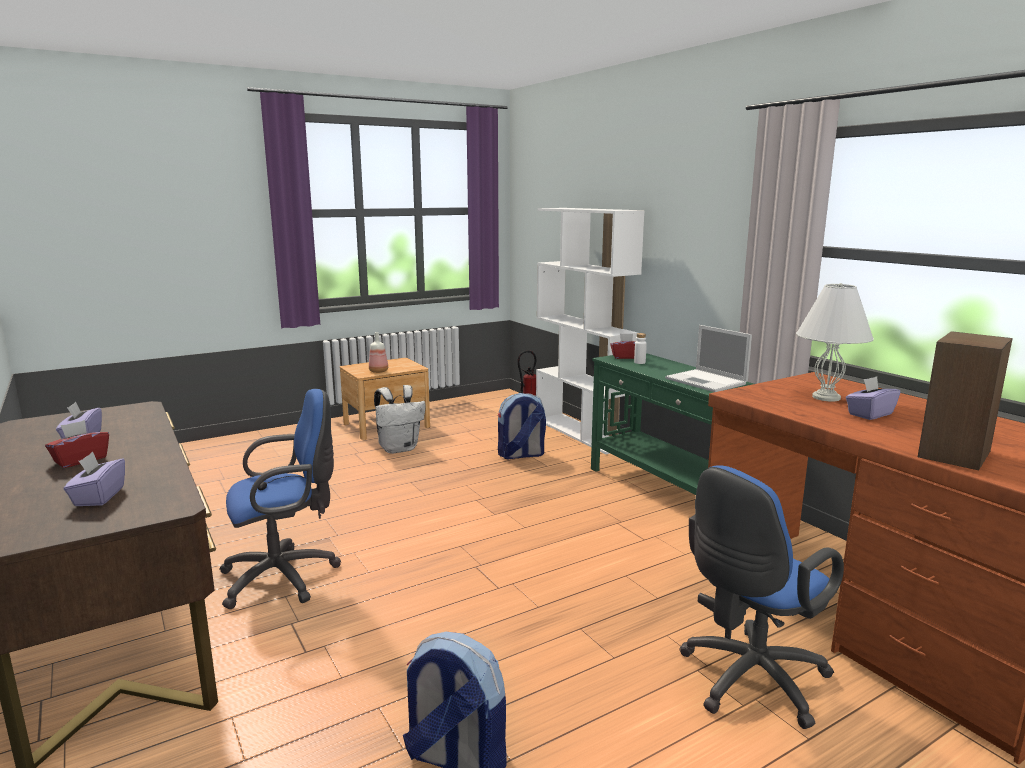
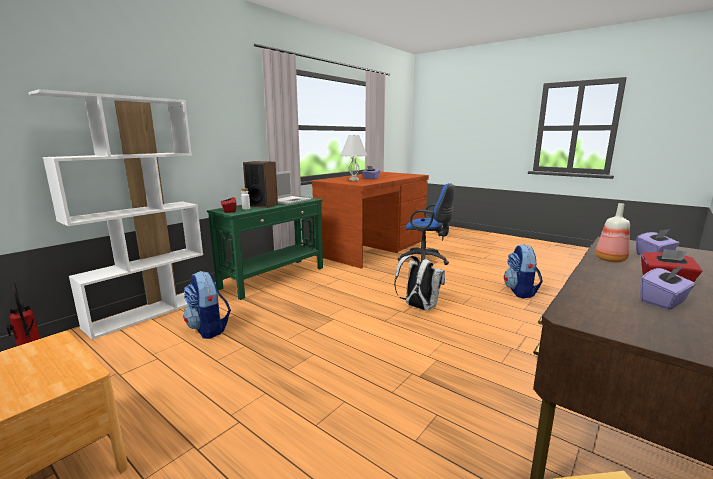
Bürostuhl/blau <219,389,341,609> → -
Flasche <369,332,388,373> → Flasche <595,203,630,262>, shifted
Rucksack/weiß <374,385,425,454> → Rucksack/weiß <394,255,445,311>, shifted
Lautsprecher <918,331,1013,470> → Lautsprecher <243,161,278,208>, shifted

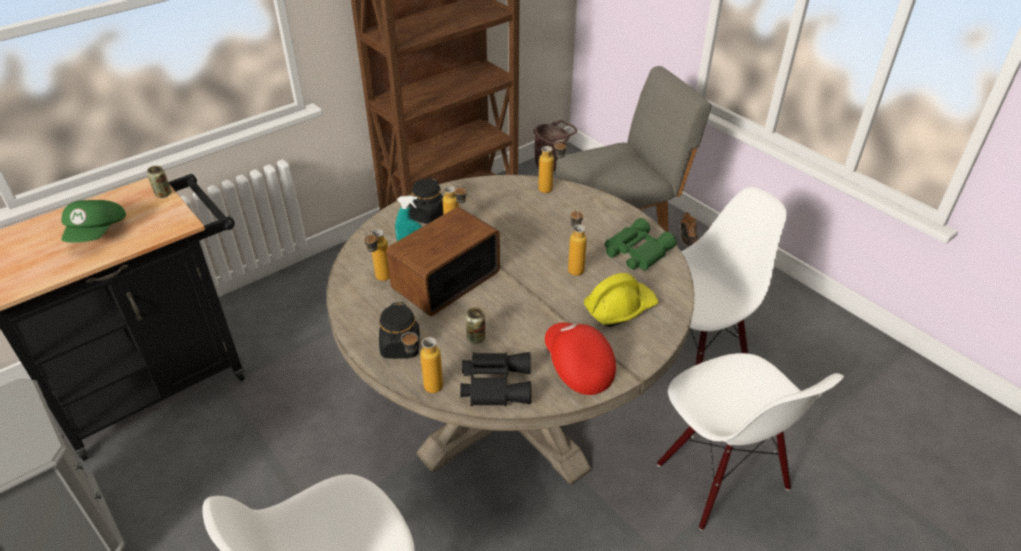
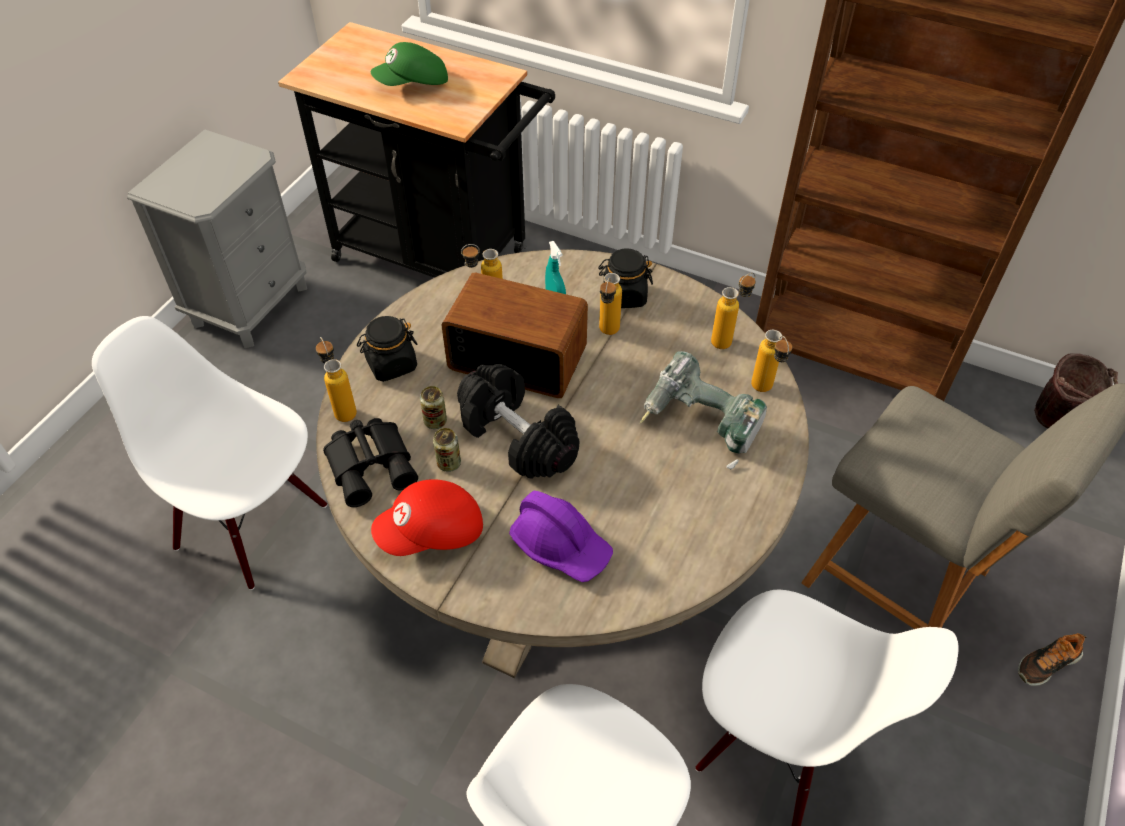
Fernglas/grün <605,218,676,270> → -
- → Hantel/schwarz <457,364,579,479>
- → Bohrmaschine <639,351,767,469>
Dose <147,166,172,198> → Dose <433,428,461,472>, shifted
Flasche <568,207,587,276> → Flasche <711,273,756,349>, shifted
Schutzhelm/gelb <584,273,658,327> → Schutzhelm/lila <509,491,613,582>
Kappe/rot <545,322,616,395> → Kappe/rot <371,479,483,556>, 150 degrees counterclockwise

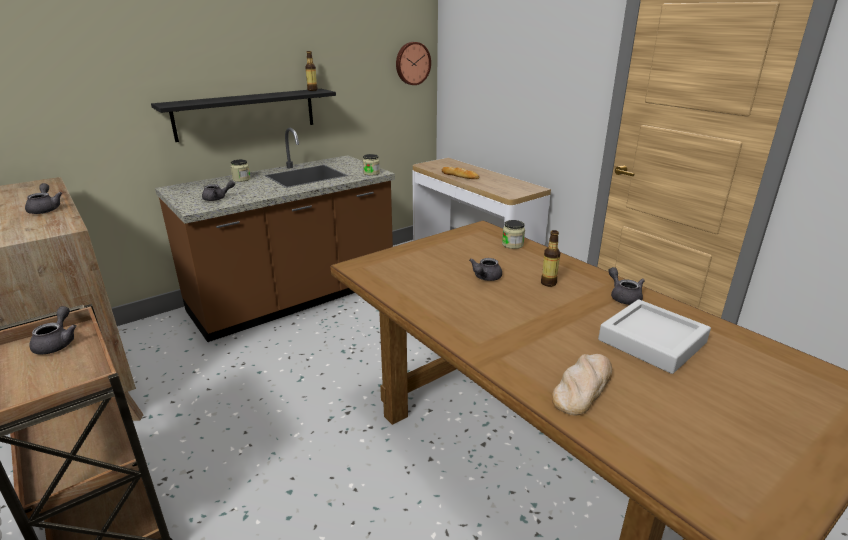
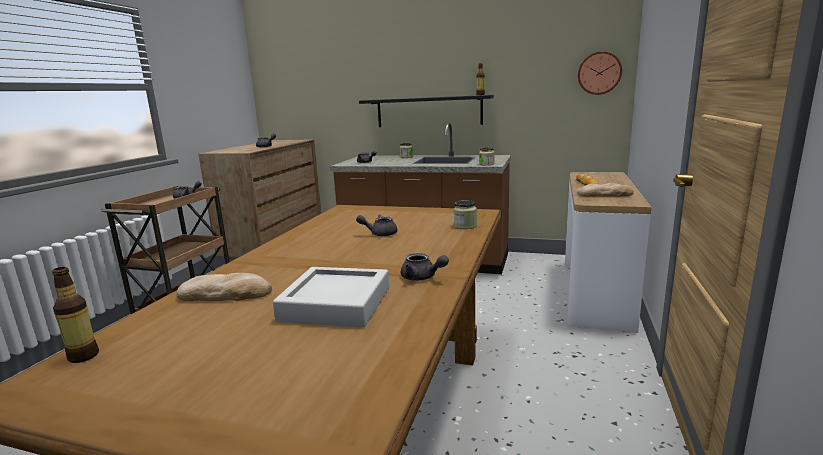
- → Brot <577,183,634,197>
Flasche <541,230,560,287> → Flasche <52,267,99,363>, shifted
Teekanne/grau <608,267,645,305> → Teekanne/grau <401,253,449,281>, 90 degrees clockwise

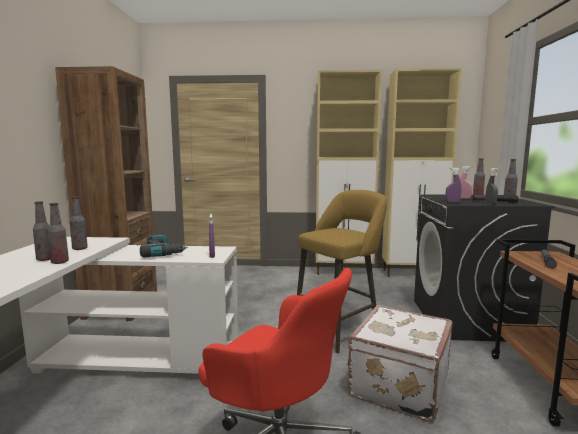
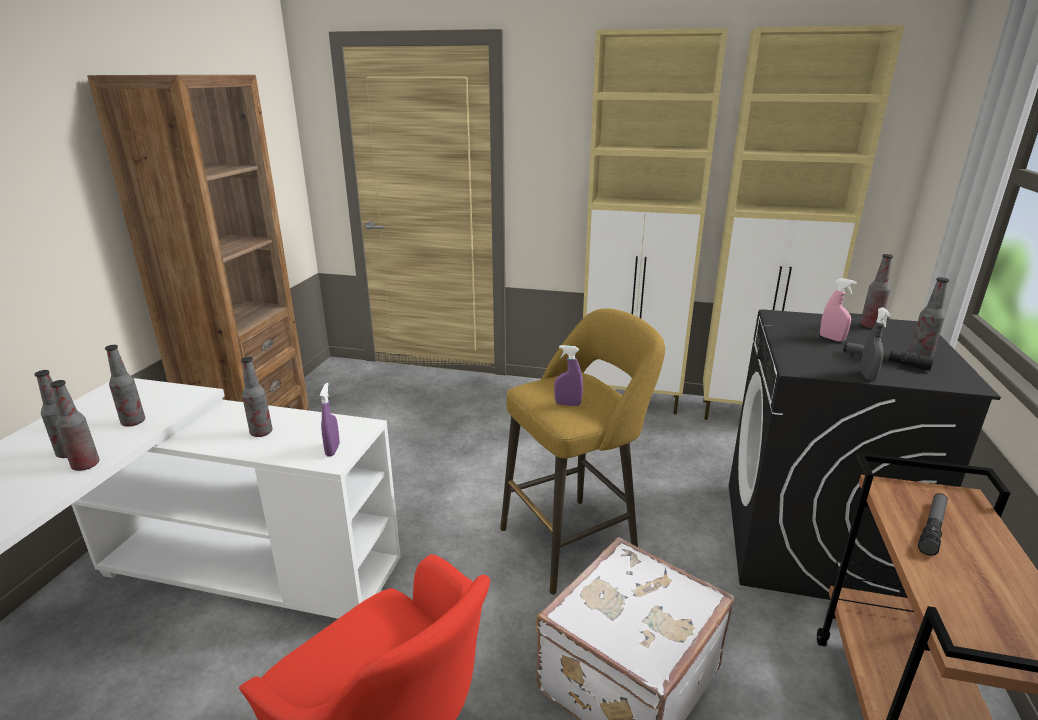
Sprühflasche/lila <445,167,462,203> → Sprühflasche/lila <554,345,583,406>, shifted
Bohrmaschine <140,235,188,258> → Flasche <241,357,272,437>

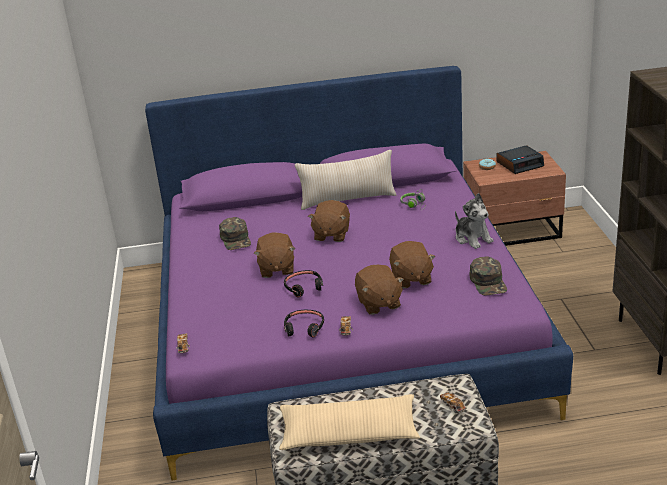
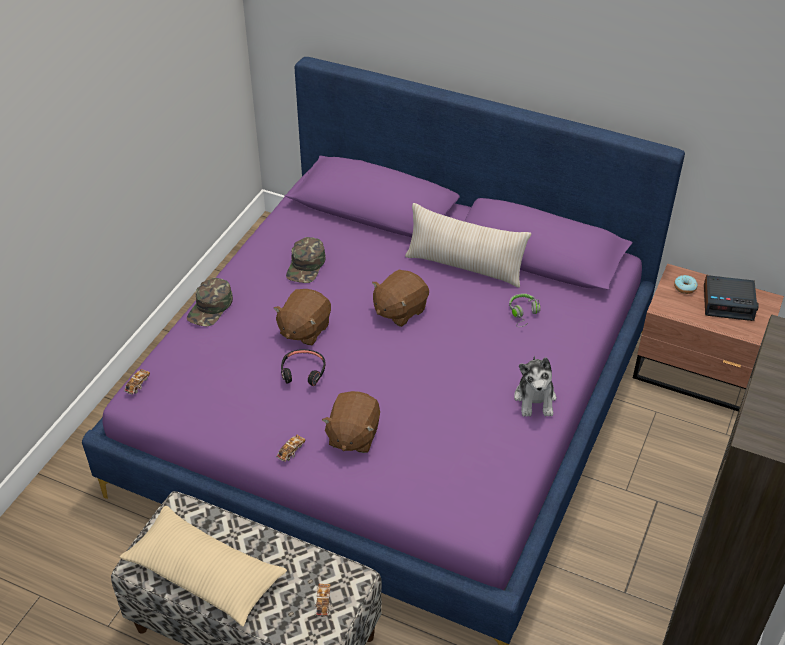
Kopfhörer/schwarz <284,310,324,337> → -
Plüschtier/braun <389,241,435,289> → -
Kappe/grün <469,256,507,296> → Kappe/grün <187,278,233,327>, shifted

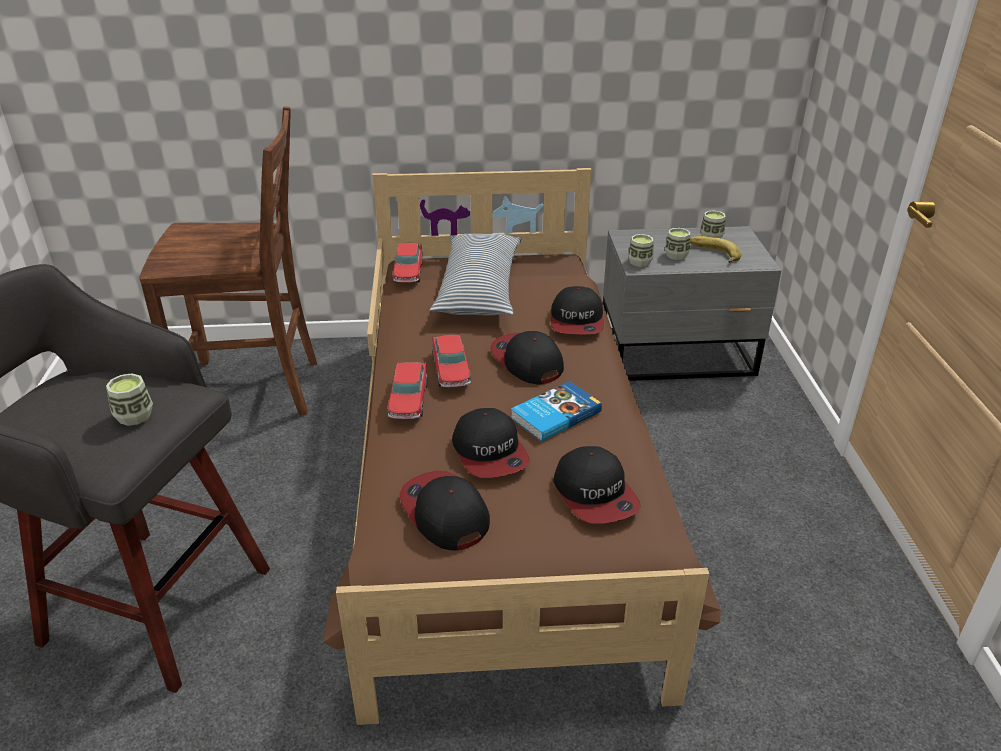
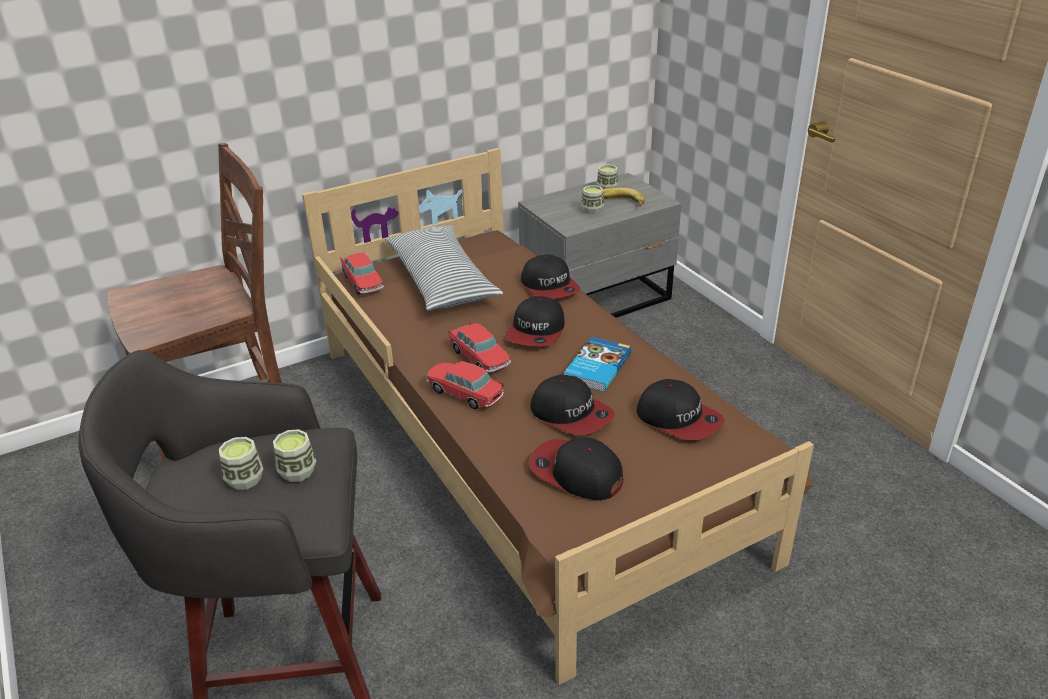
Tasse <628,234,653,267> → Tasse <219,437,263,490>, shifted
Spielzeugauto <387,360,428,419> → Spielzeugauto <427,361,504,409>, 150 degrees clockwise
Kappe <490,331,564,384> → Kappe <506,296,565,347>, 105 degrees counterclockwise

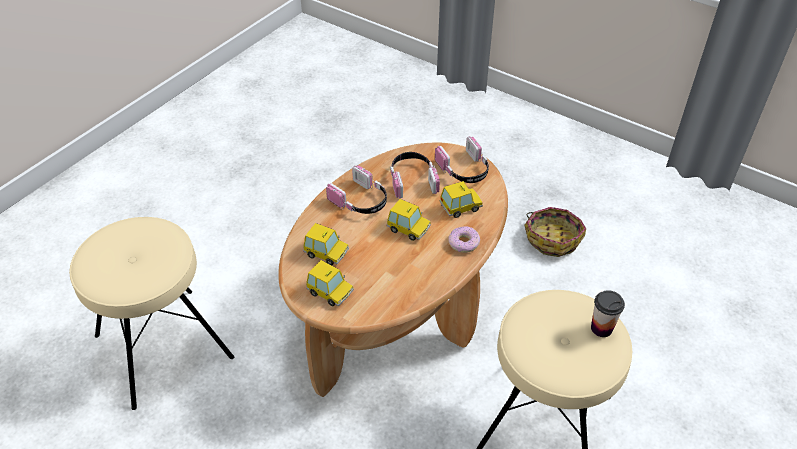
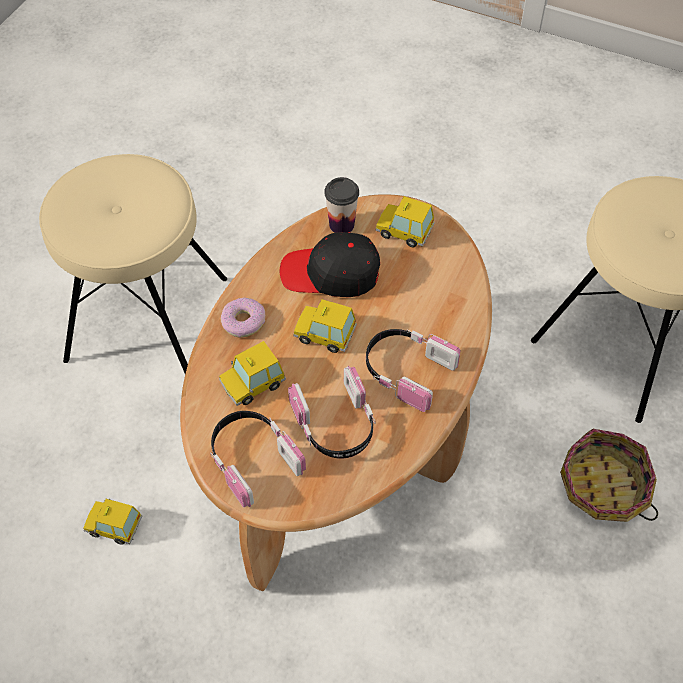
- → Kappe/schwarz <280,232,380,297>
Spielzeugauto <303,223,349,265> → Spielzeugauto <84,499,142,545>, shifted
Korb <524,207,586,257> → Korb <560,429,658,522>, shifted
Tasse <591,290,625,337> → Tasse <324,177,359,233>, shifted

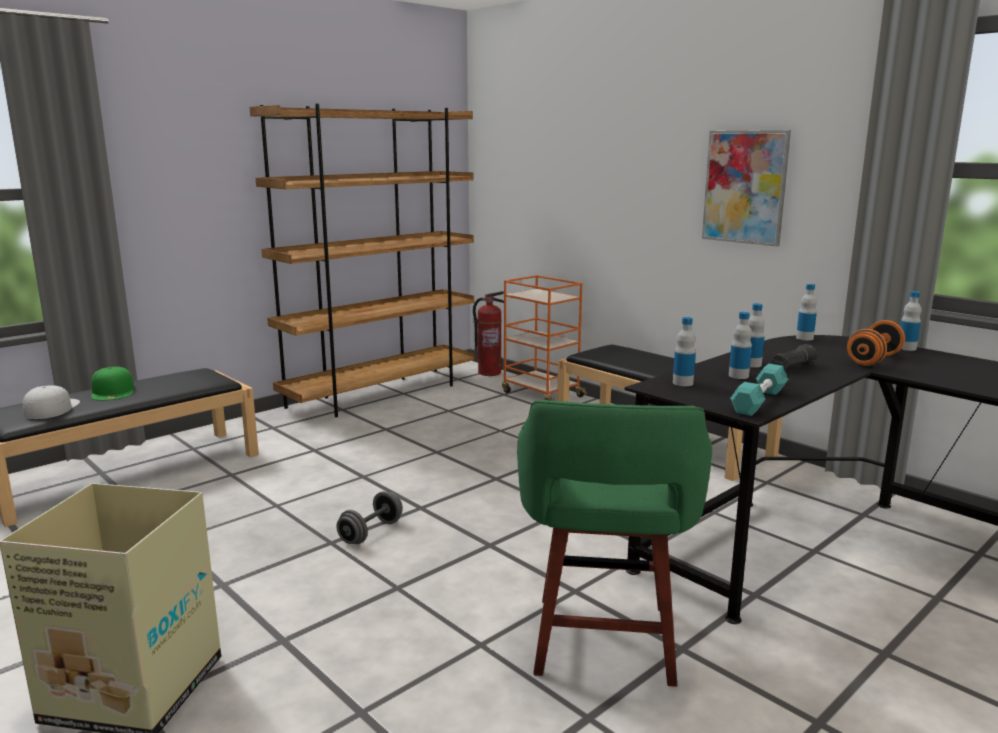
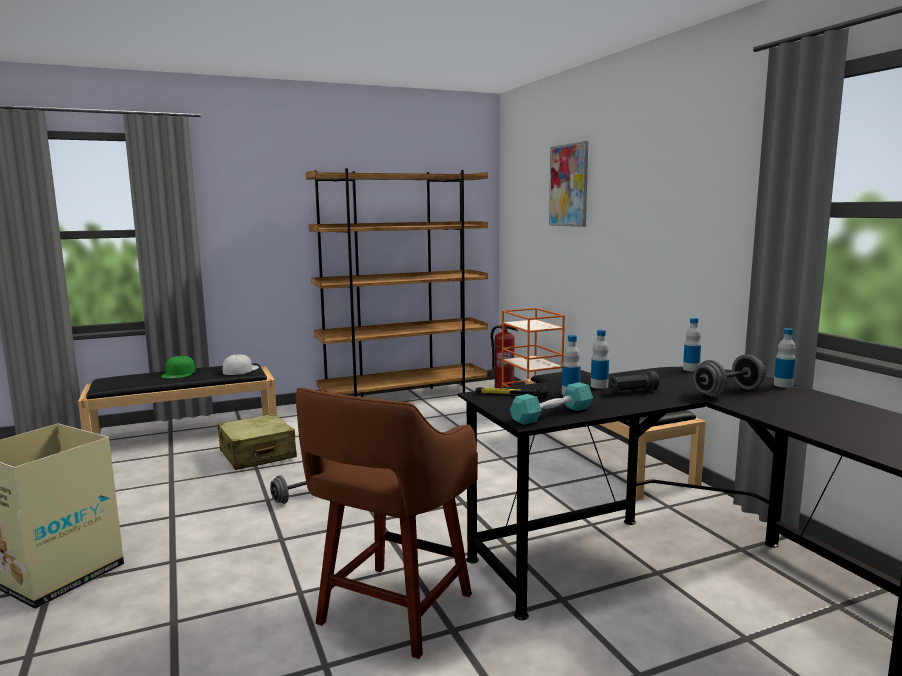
- → Koffer/beige <218,414,297,470>
Kappe/weiß <23,385,80,419> → Kappe/weiß <223,355,259,375>, shifted
Bild <702,130,791,246> → Bild <549,141,588,227>, shifted
Flasche <673,317,696,386> → Hammer <476,385,548,399>
Hocker/grün <517,400,712,687> → Hocker/braun <295,387,478,659>
Hantel/orange <847,320,905,366> → Hantel/grau <693,354,766,396>

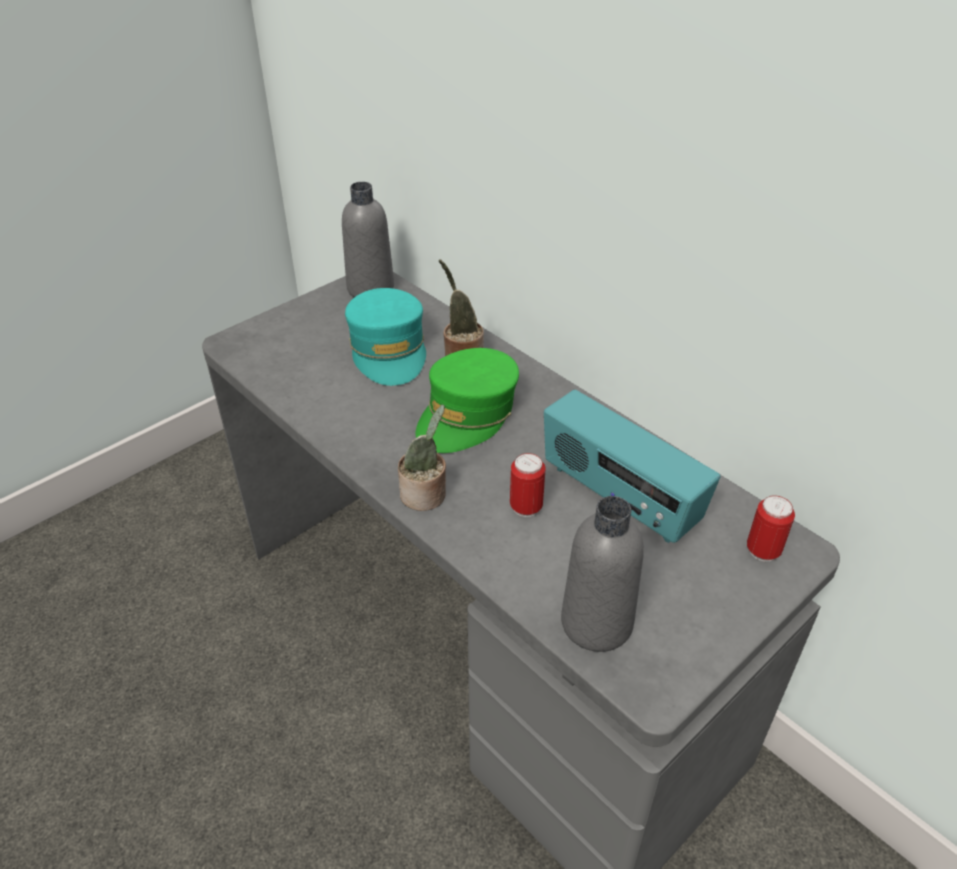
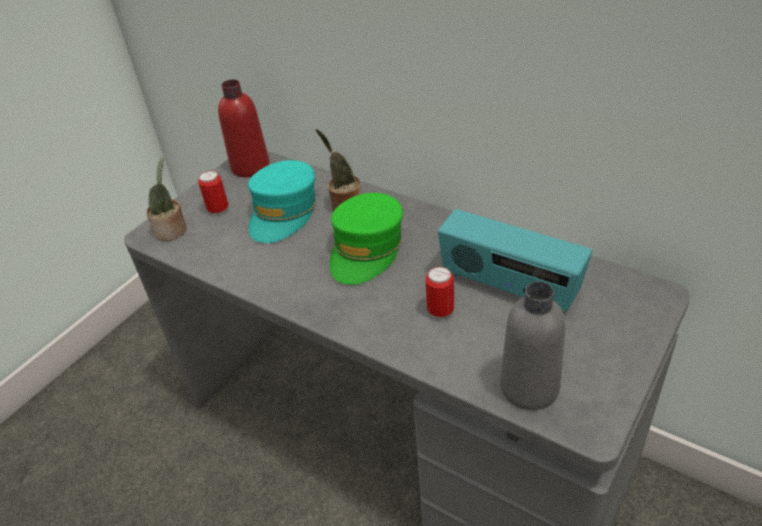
Topfpflanze <398,405,446,511> → Topfpflanze <146,157,187,241>, shifted
Dose <747,495,795,562> → Dose <198,170,228,215>, shifted
Flasche/grau <342,182,394,297> → Flasche/rot <218,79,270,177>
Kappe/türkis <345,288,426,386> → Kappe/türkis <248,160,316,243>, 45 degrees clockwise

